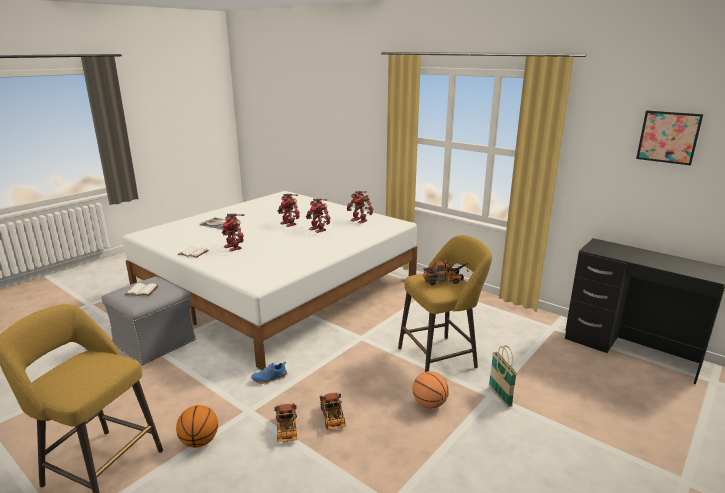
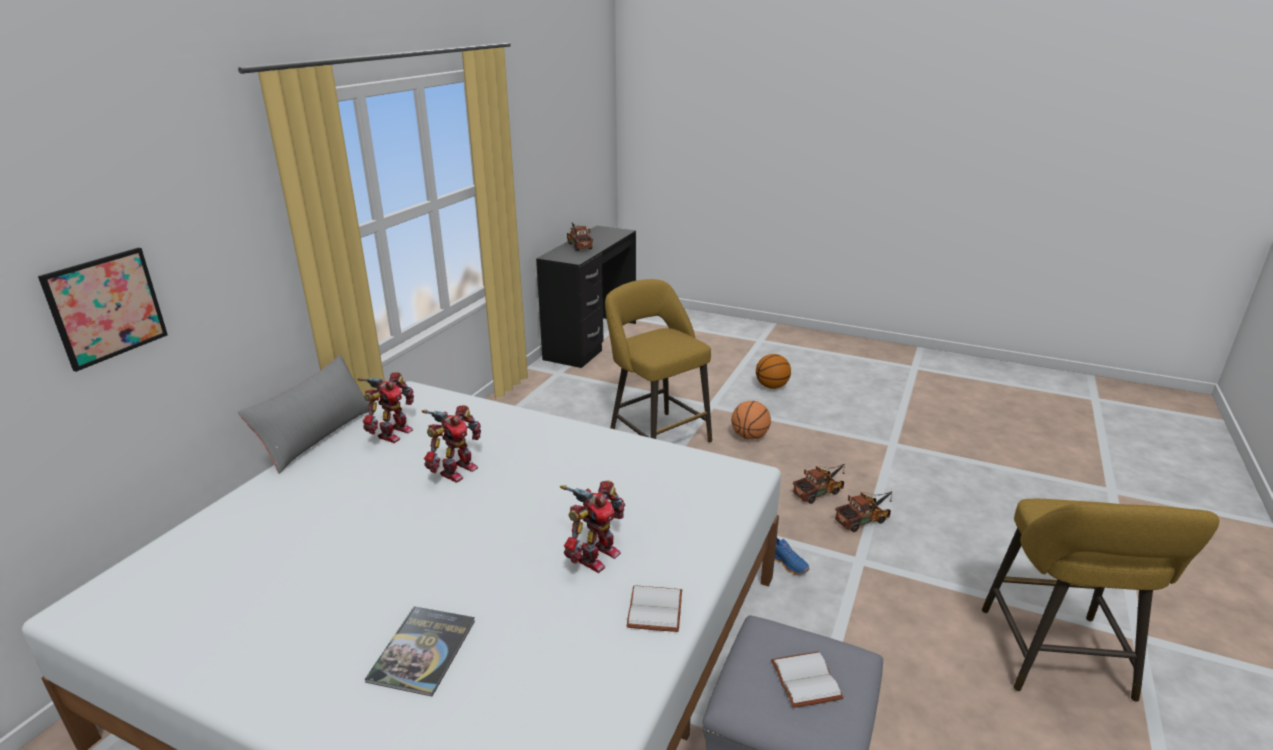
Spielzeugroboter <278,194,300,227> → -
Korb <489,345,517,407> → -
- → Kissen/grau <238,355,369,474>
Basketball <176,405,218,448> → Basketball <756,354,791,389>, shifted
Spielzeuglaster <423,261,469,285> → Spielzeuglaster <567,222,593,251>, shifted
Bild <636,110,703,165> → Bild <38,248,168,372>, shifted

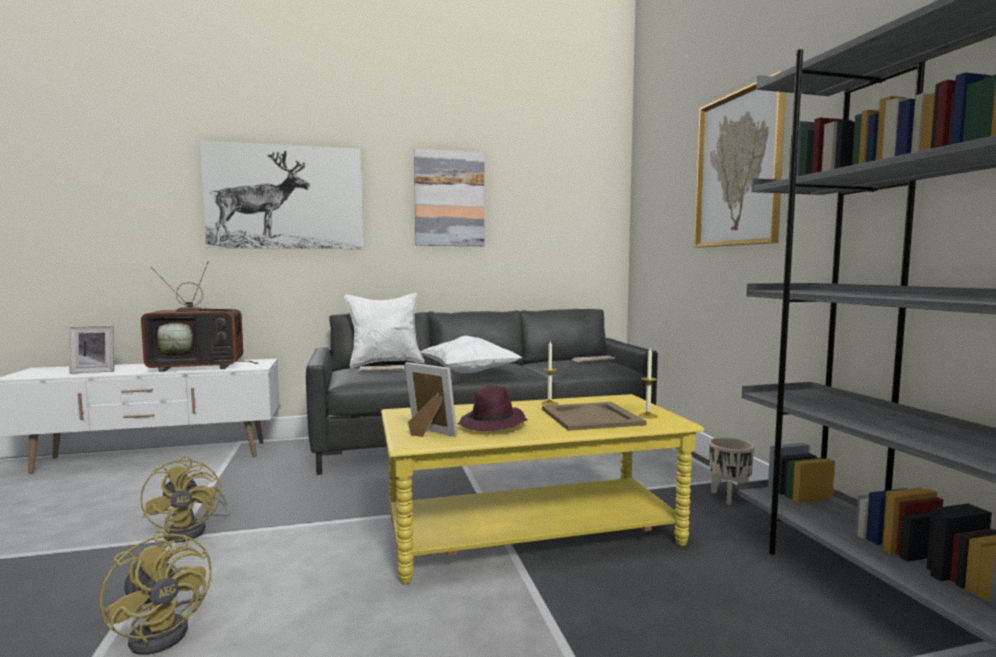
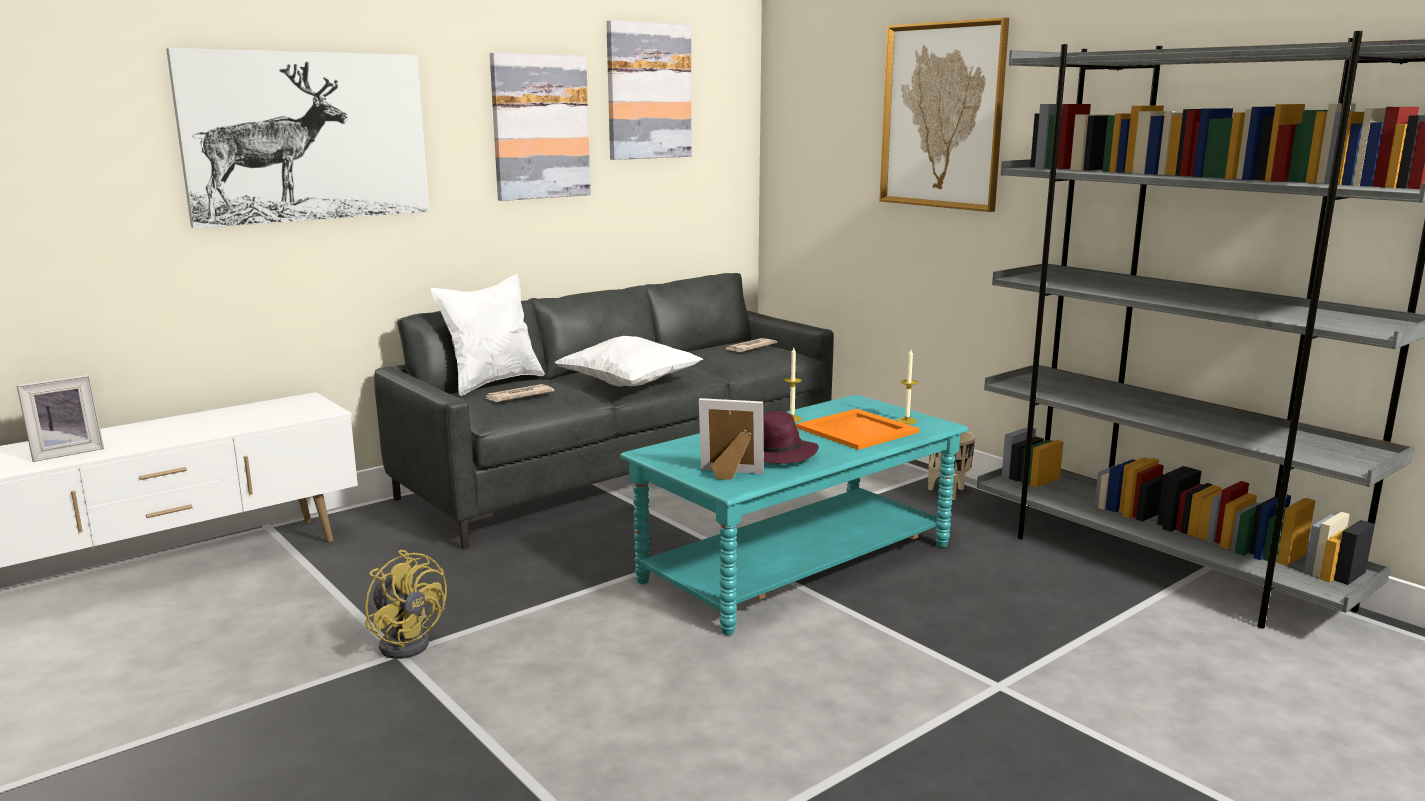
Ventilator/gelb <100,530,212,655> → -
Fernseher <141,261,258,372> → -
- → Bild <606,20,692,160>
Couchtisch/gelb <381,394,704,584> → Couchtisch/türkis <620,394,968,635>
Tablett/beige <542,402,647,431> → Tablett/orange <796,409,919,450>

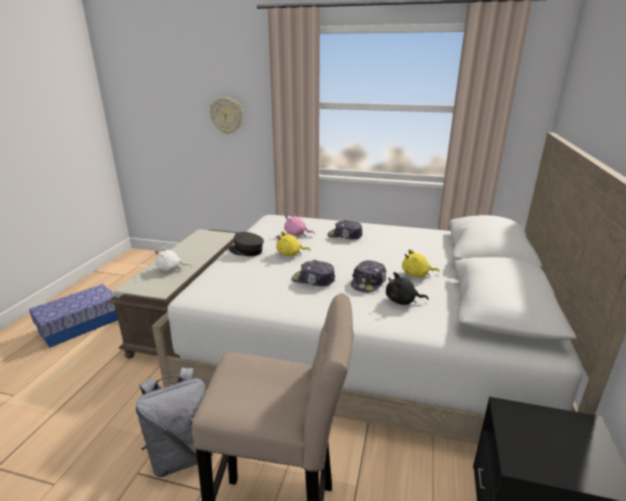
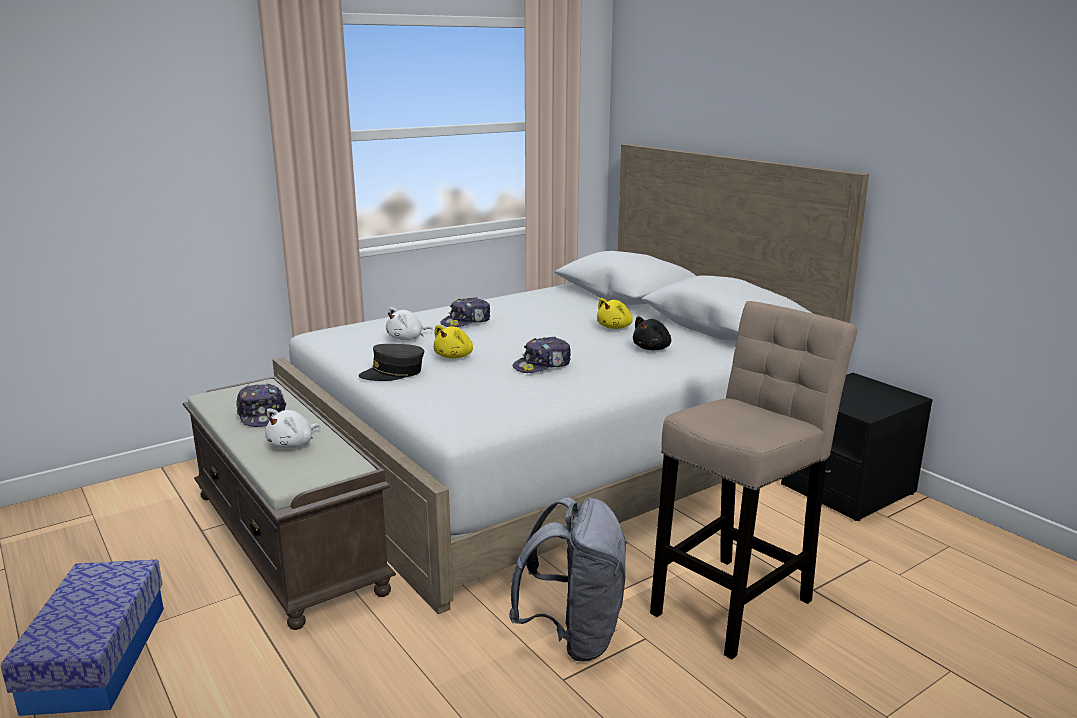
Wanduhr <210,97,243,134> → -
Kappe <351,260,386,293> → Kappe <236,384,287,427>, shifted
Plüschtier/rosa <284,213,315,236> → Plüschtier/weiß <386,307,433,340>

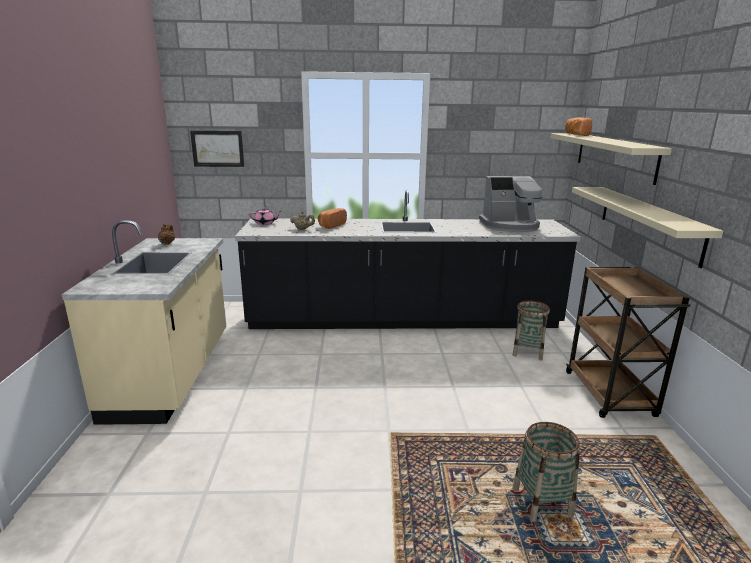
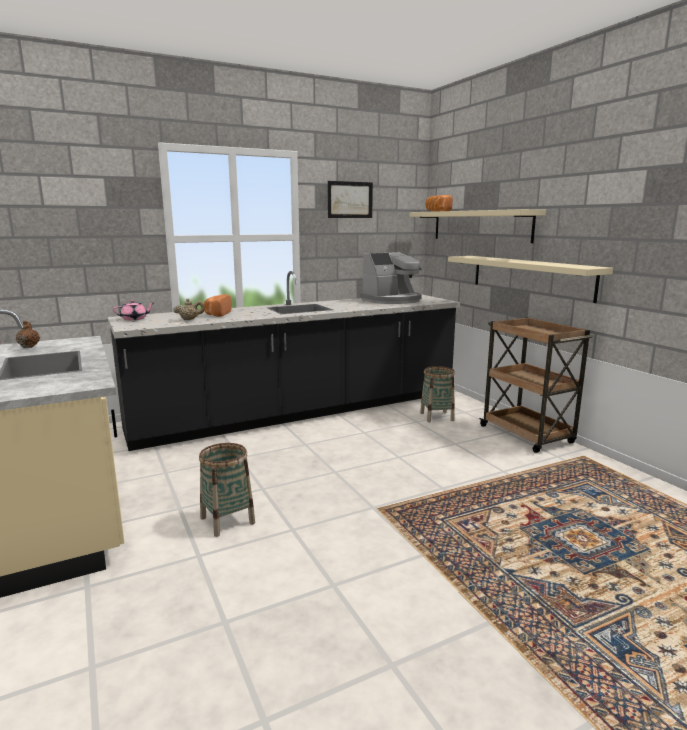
Bild <190,131,244,167> → Bild <328,181,373,218>, shifted
Korb <513,422,580,522> → Korb <199,443,255,537>, shifted

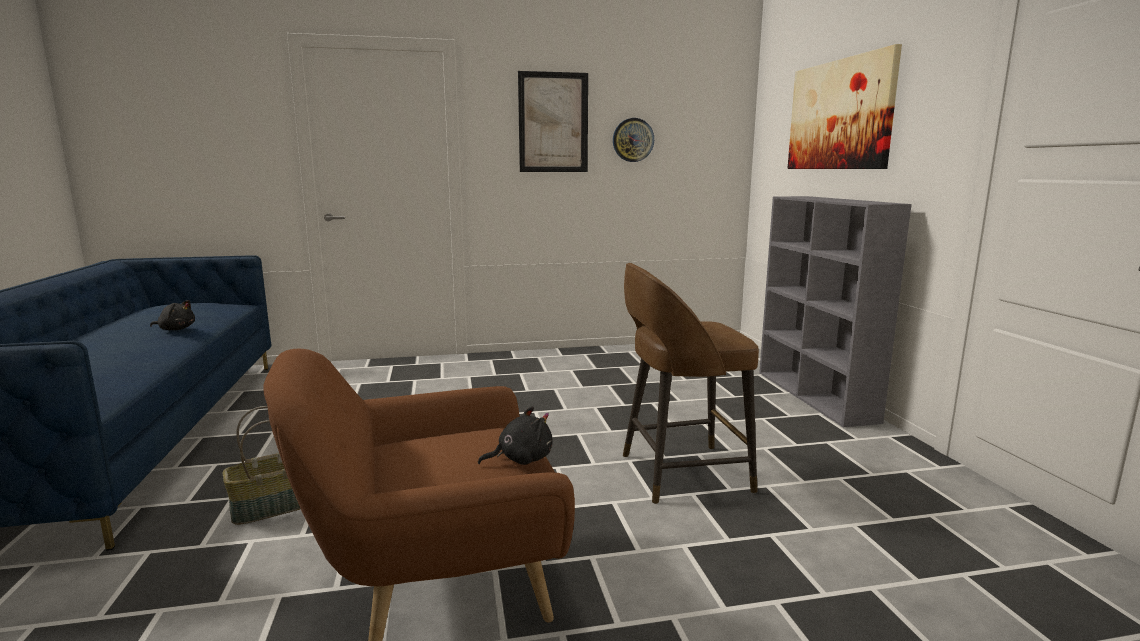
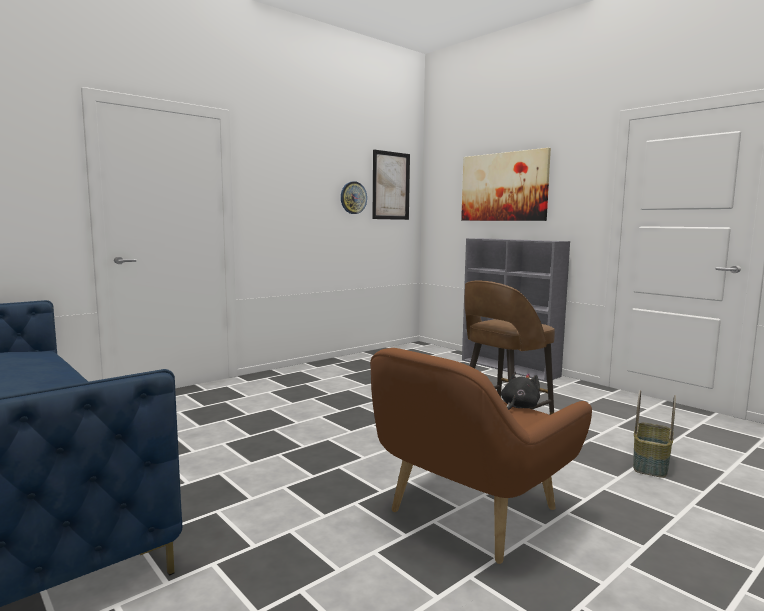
Plüschtier/schwarz <150,300,195,330> → -
Korb <222,406,301,525> → Korb <633,390,676,478>, shifted
Bild <518,71,588,172> → Bild <373,150,410,220>, shifted

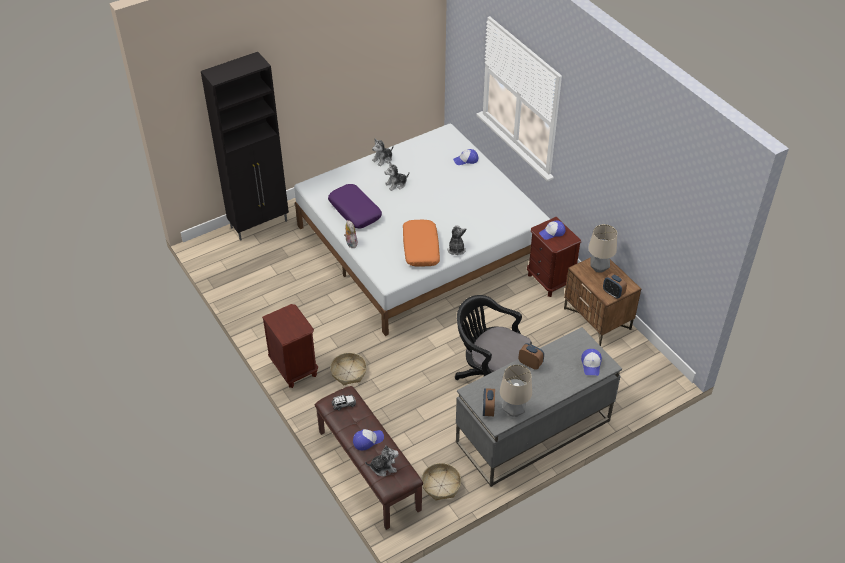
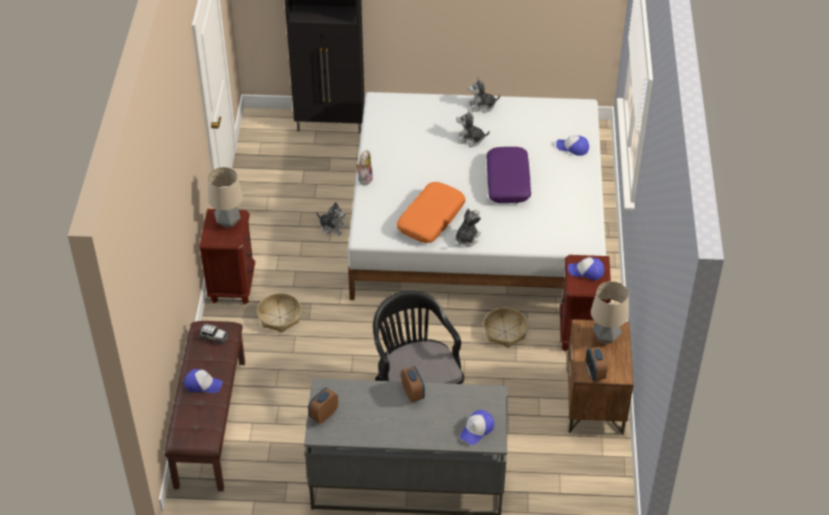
Kissen/lila <328,184,382,229> → Kissen/lila <486,147,531,203>, shifted
Plüschtier <365,445,399,476> → Plüschtier <316,202,347,236>, shifted
Korb <422,463,461,501> → Korb <483,307,528,348>, shifted
Tischlampe <500,365,532,417> → Tischlampe <207,167,243,228>, shifted

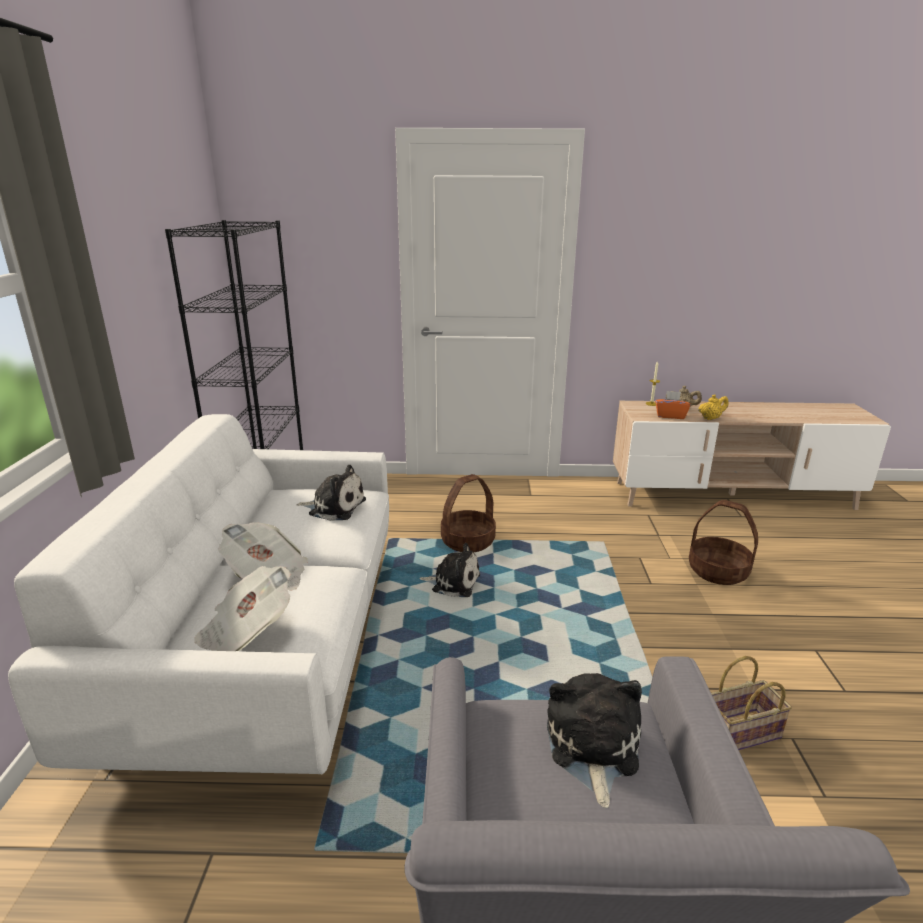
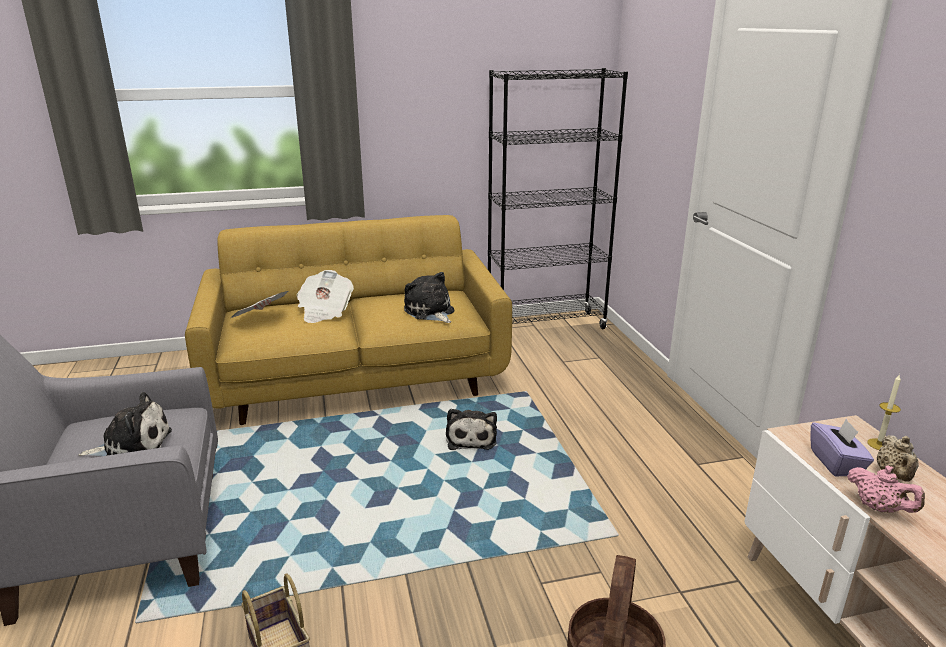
Korb <441,474,496,552> → -
Sofa/weiß <8,414,389,774> → Sofa/gelb <185,215,512,425>
Taschentuchbox/orange <655,391,690,419> → Taschentuchbox/lila <810,418,874,477>
Teekanne/gelb <698,395,728,420> → Teekanne/rosa <847,466,925,513>
Plüschtier <296,465,366,521> → Plüschtier <404,272,454,323>, 150 degrees clockwise

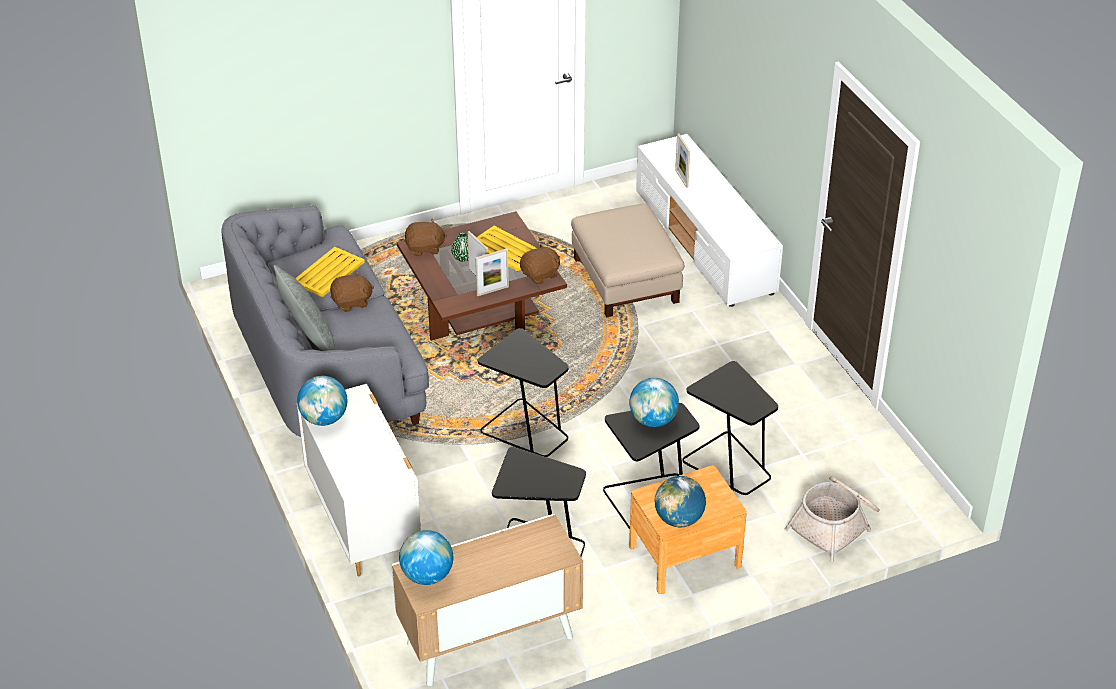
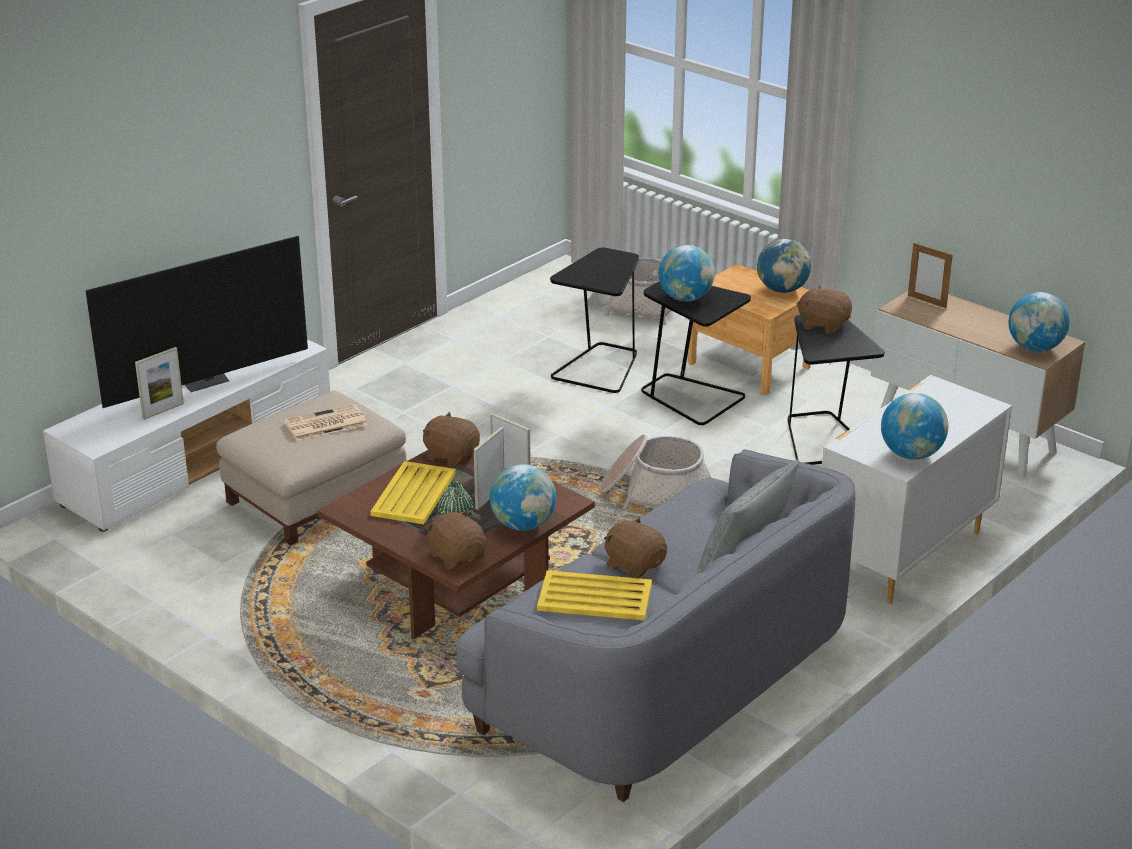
- → Fernseher <85,236,308,408>
- → Zeitung <284,404,367,441>
- → Globus <490,464,556,531>
- → Plüschtier/braun <796,285,852,334>
- → Bilderrahmen <908,242,953,308>
Beistelltisch/schwarz <478,328,569,457> → Korb <599,435,711,510>

